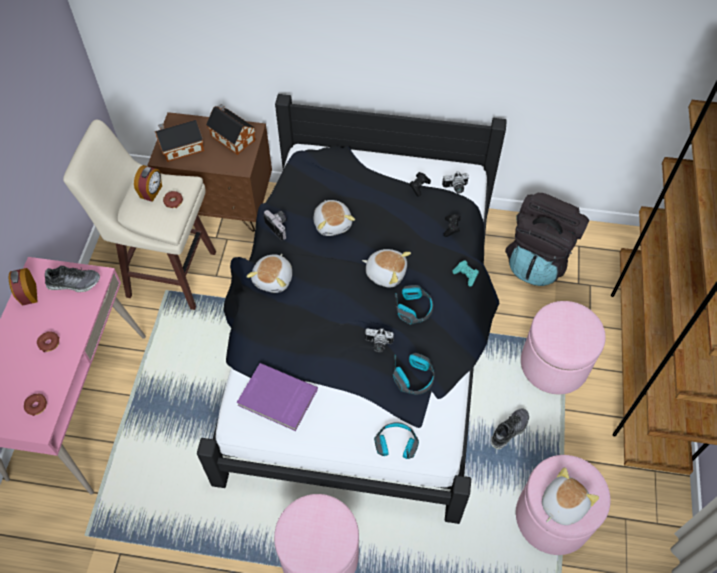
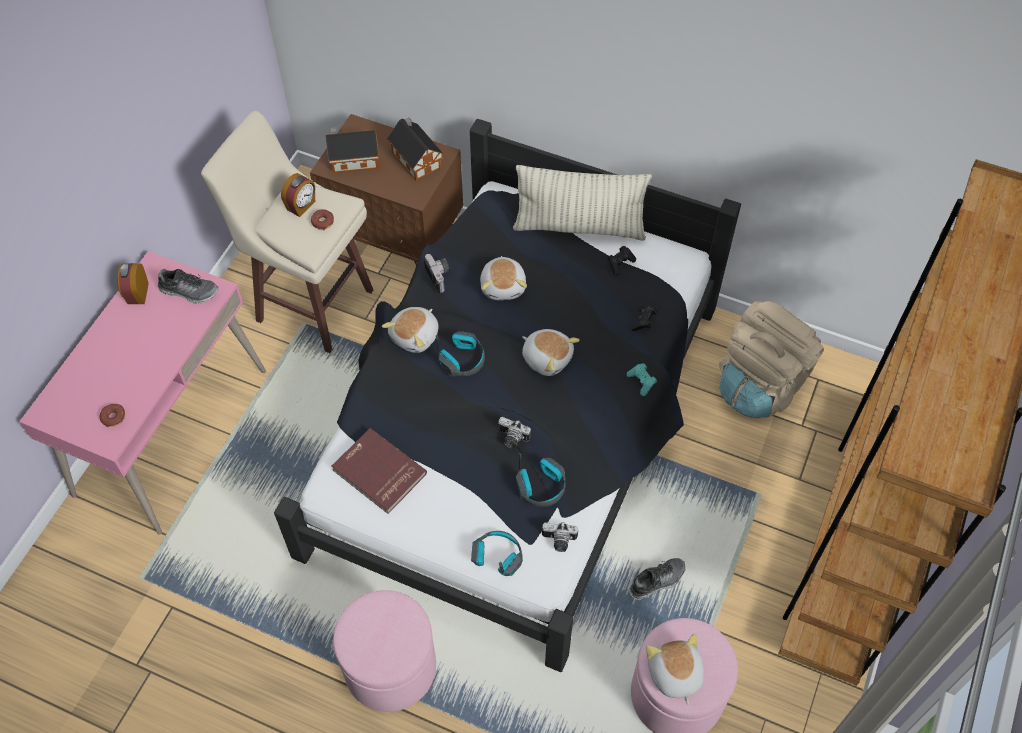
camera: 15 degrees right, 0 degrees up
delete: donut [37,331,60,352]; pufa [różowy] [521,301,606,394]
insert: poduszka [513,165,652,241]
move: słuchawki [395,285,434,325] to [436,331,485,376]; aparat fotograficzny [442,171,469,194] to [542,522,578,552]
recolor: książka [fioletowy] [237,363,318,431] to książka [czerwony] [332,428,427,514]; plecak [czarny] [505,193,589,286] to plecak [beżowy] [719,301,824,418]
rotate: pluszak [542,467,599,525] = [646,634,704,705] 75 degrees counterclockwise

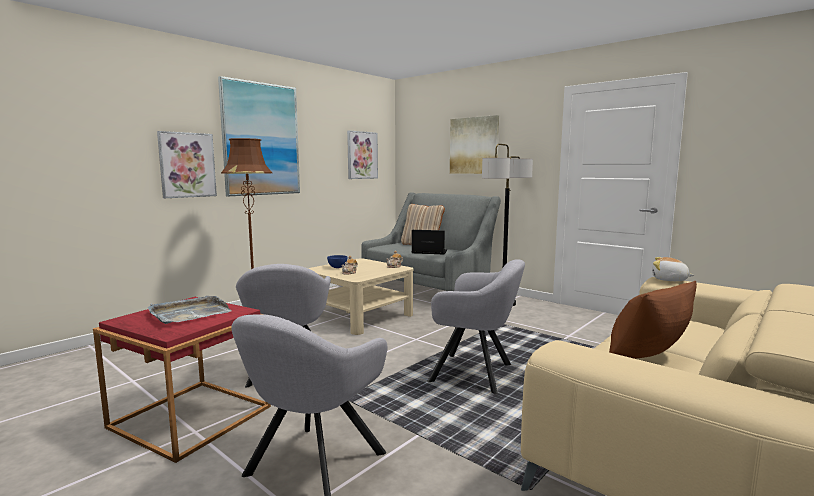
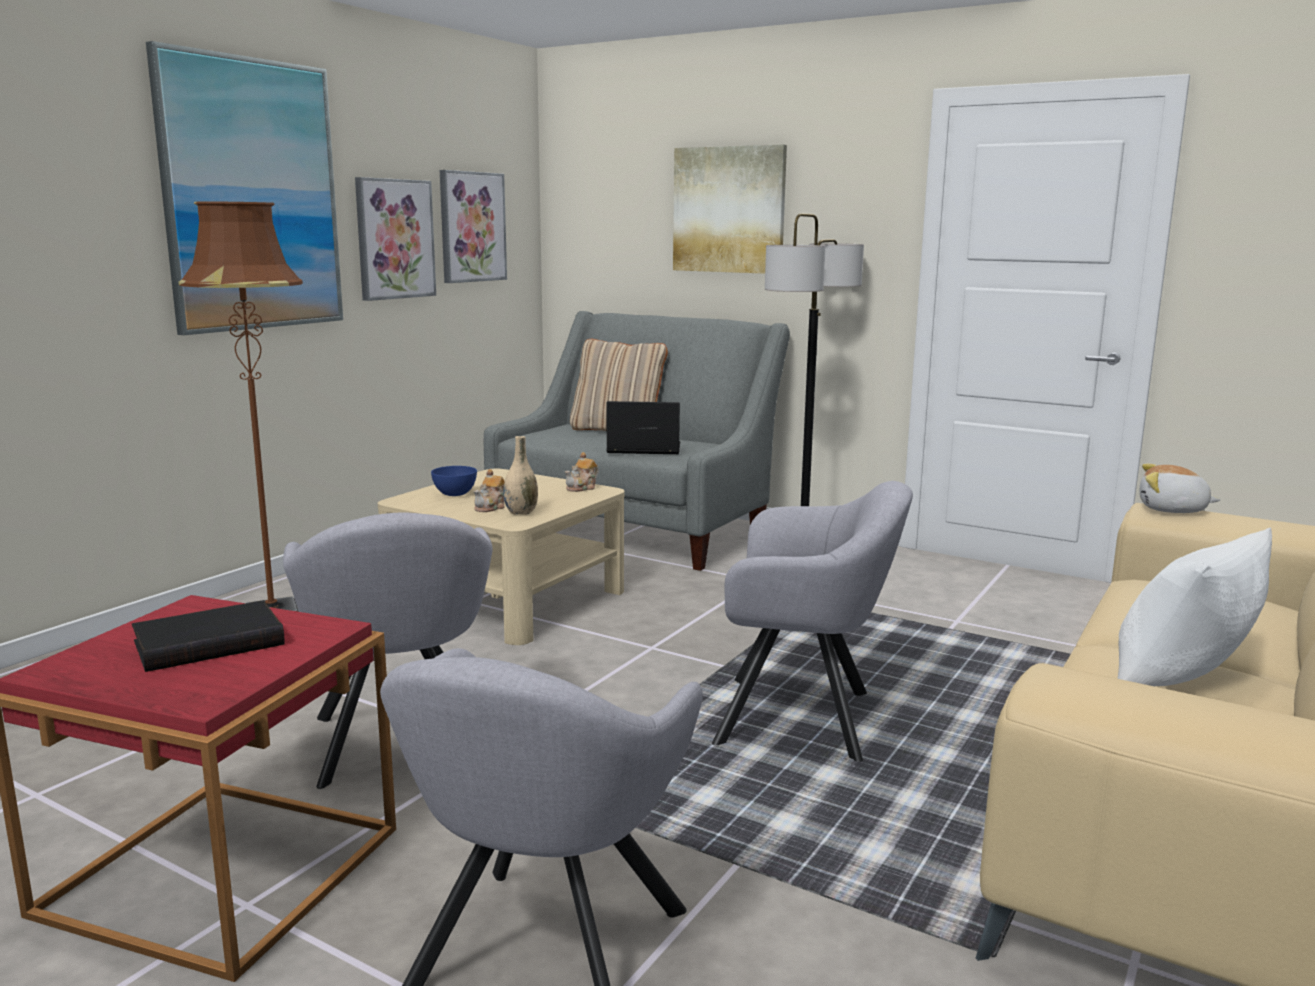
camera: 10 degrees left, 5 degrees up
insert: wazon [beżowy] [503,436,538,515]
move: obraz [157,131,217,198] to [355,177,436,301]
replace: taca [szary] [148,296,232,324] to książka [czarny] [132,600,285,672]
recolor: poduszka [brązowy] [609,281,697,359] to poduszka [biały] [1117,528,1272,686]

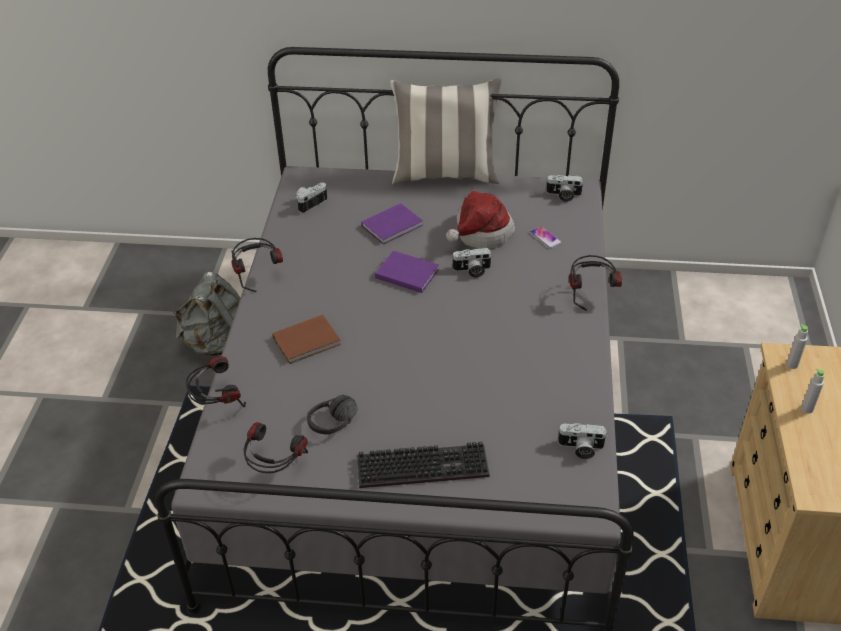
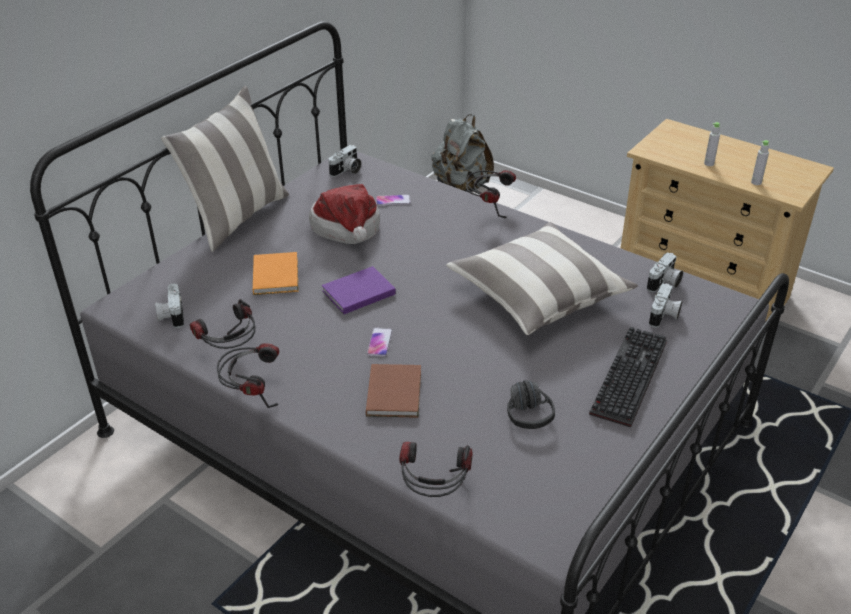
camera: 60 degrees left, 5 degrees down
insert: telefon [367,328,393,357]; poduszka [446,222,638,335]
move: słuchawki [244,422,308,473] to [190,299,255,349]; plecak [szary] [173,272,240,356] to [432,114,494,192]; aparat fotograficzny [451,248,492,278] to [649,283,682,327]; butelka [szary] [786,324,808,369] to [751,140,769,185]
recolor: książka [fioletowy] [361,203,423,245] to książka [pomarańczowy] [253,252,299,295]

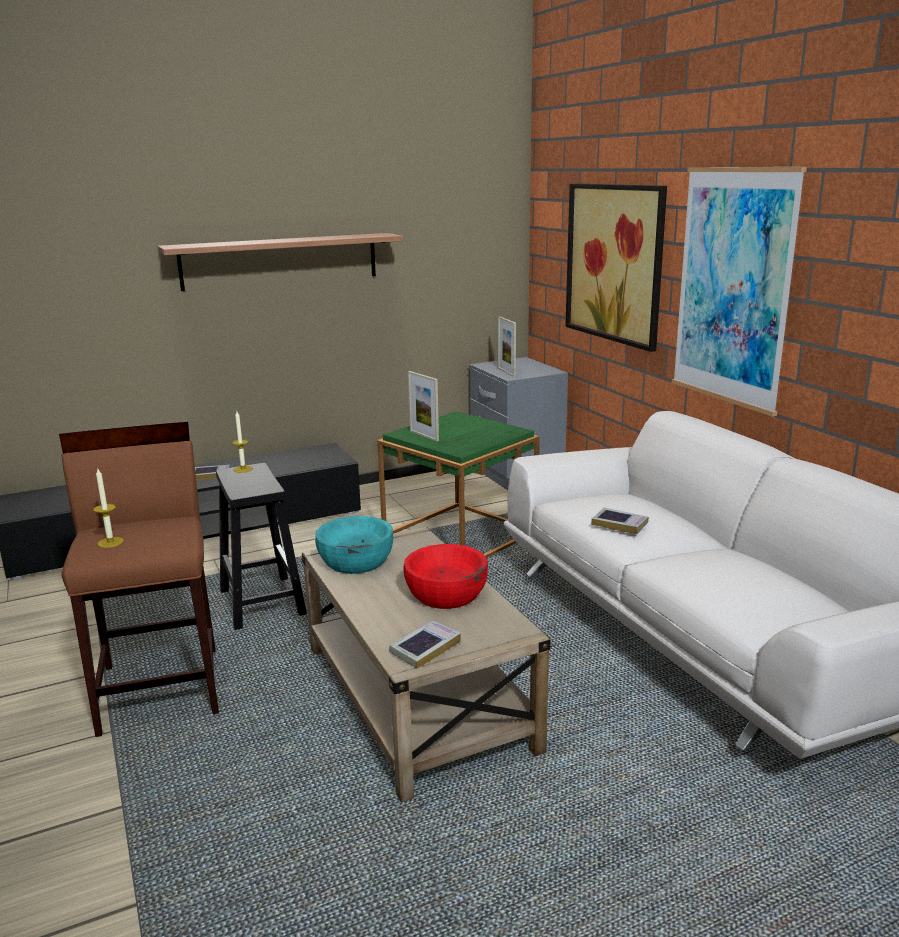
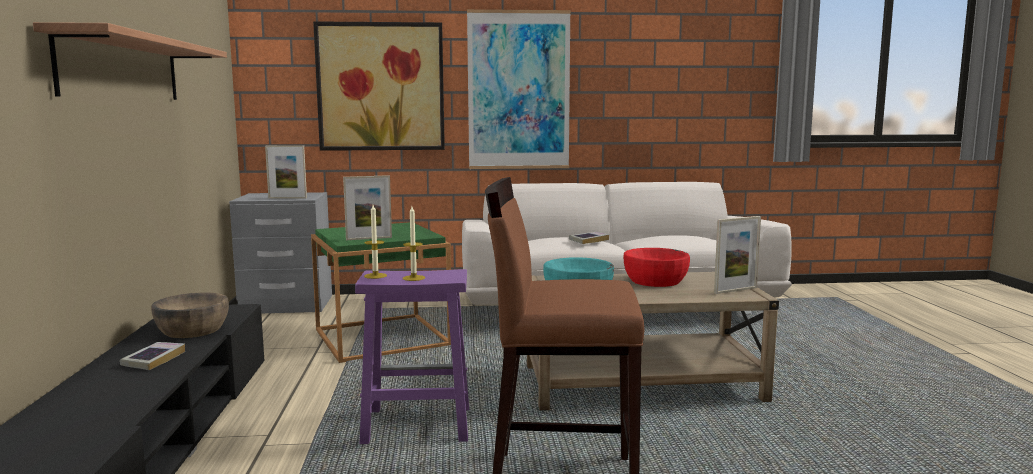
camera: 70 degrees left, 10 degrees down
insert: miska [brązowy] [151,292,229,338]
move: świeca [93,469,124,548] to [403,206,425,281]
replace: książka [389,621,461,669] to ramka na zdjęcie [714,216,761,294]
recolor: stołek [czarny] [216,463,307,630] to stołek [fioletowy] [355,269,469,444]

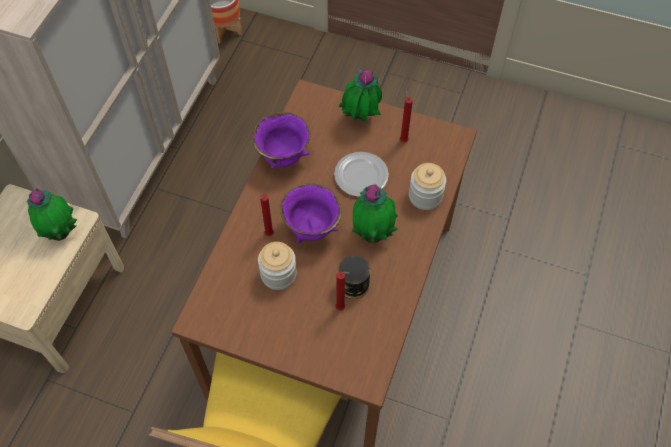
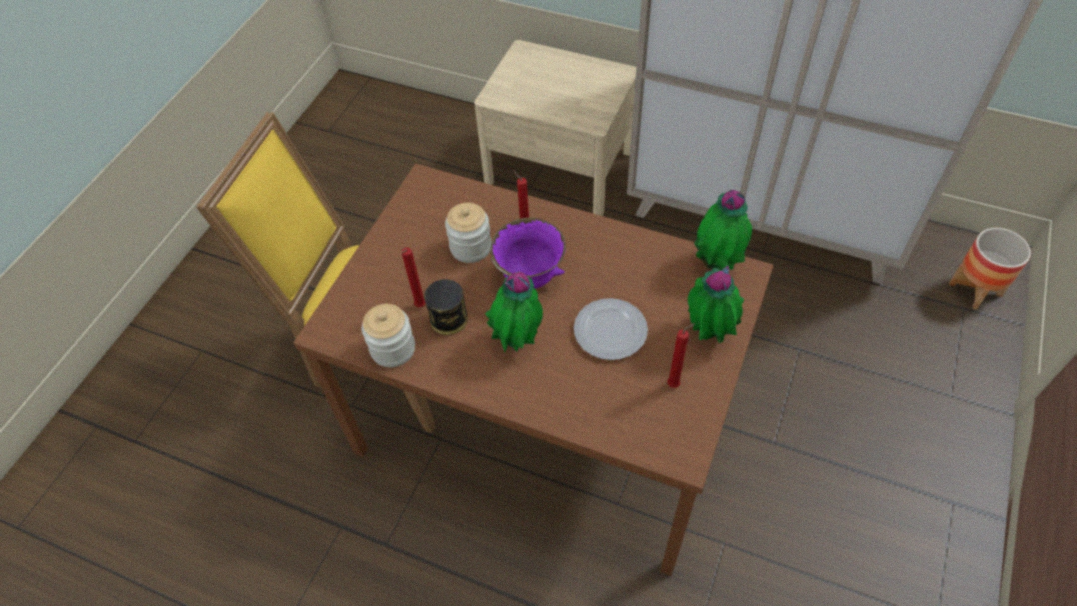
camera: 95 degrees right, 5 degrees down
delete: miska [fioletowy] [253,112,310,170]
move: słoik [409,163,446,210] to [362,304,415,367]; roślina doniczkowa [26,189,78,241] to [694,190,752,271]

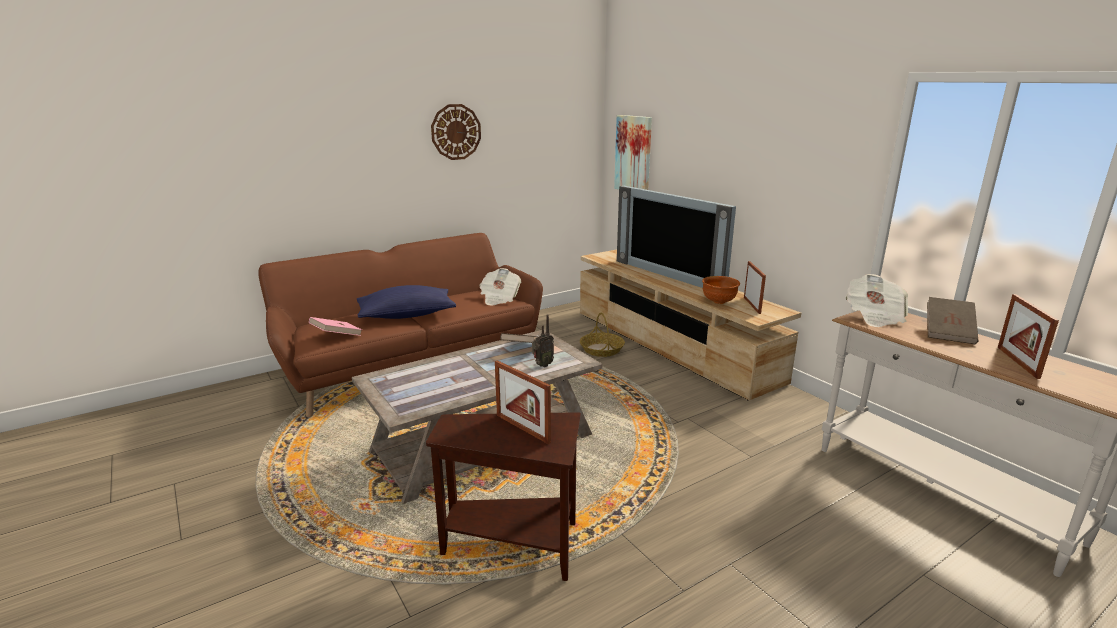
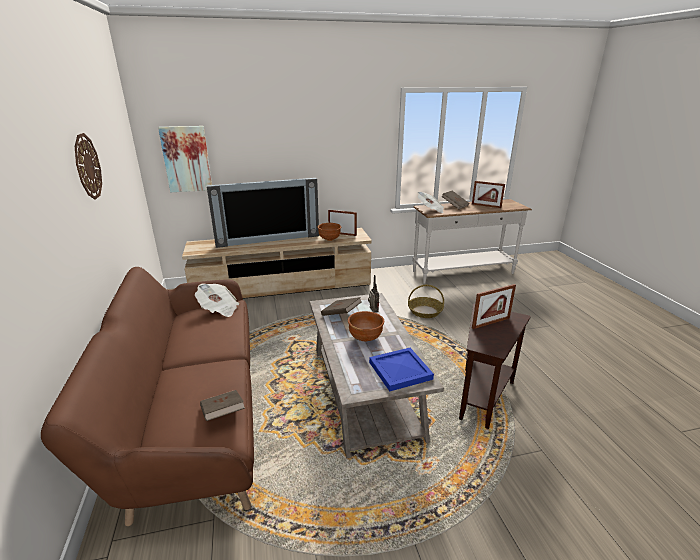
camera: 70 degrees left, 5 degrees up
delete: poduszka [niebieski] [357,285,456,319]
insert: miska [brązowy] [348,311,384,341]; taca [niebieski] [369,348,434,391]
move: koszyk [580,313,625,357] to [408,285,444,318]
recolor: książka [różowy] [309,317,362,336] to książka [brązowy] [200,390,245,421]

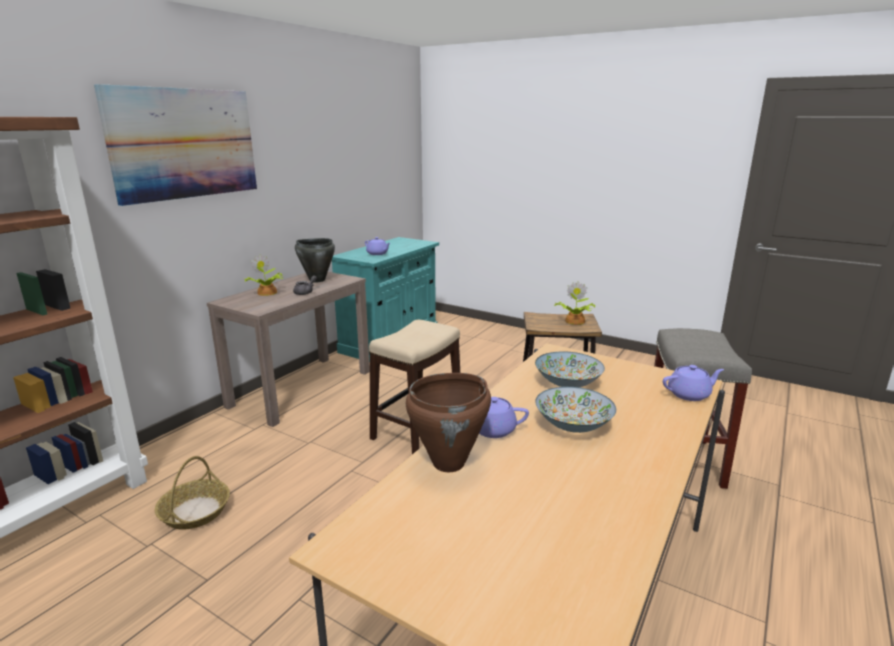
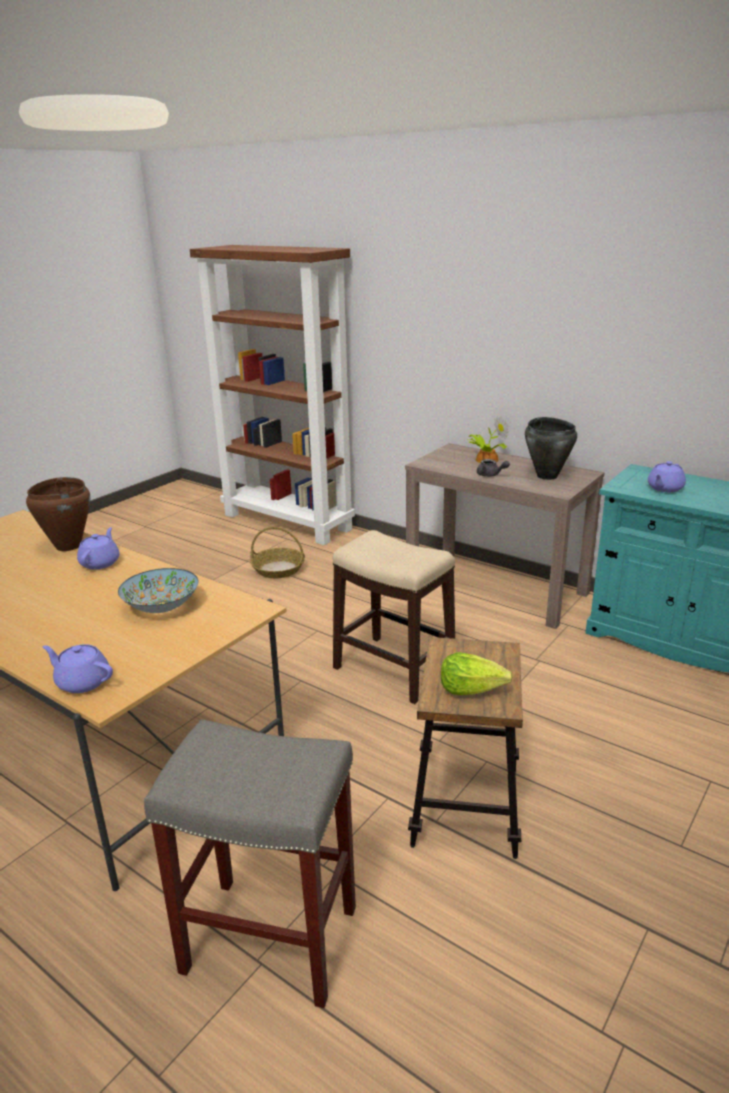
camera: 95 degrees right, 5 degrees up
delete: obraz [94,84,257,206]; miska [535,387,616,433]
replace: roślina doniczkowa [554,281,595,325] to sałata [441,652,513,695]
rotate: imbryk [fioletowy] [663,365,724,401] = [42,644,113,693] 120 degrees clockwise

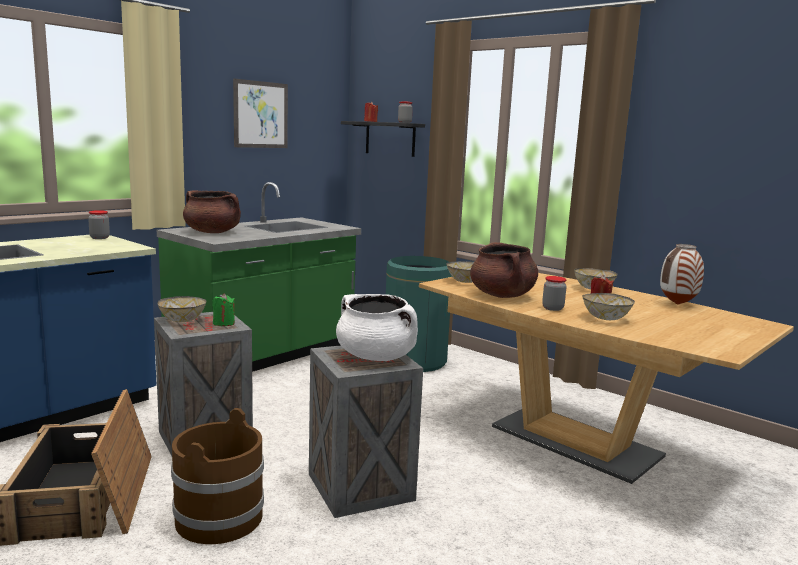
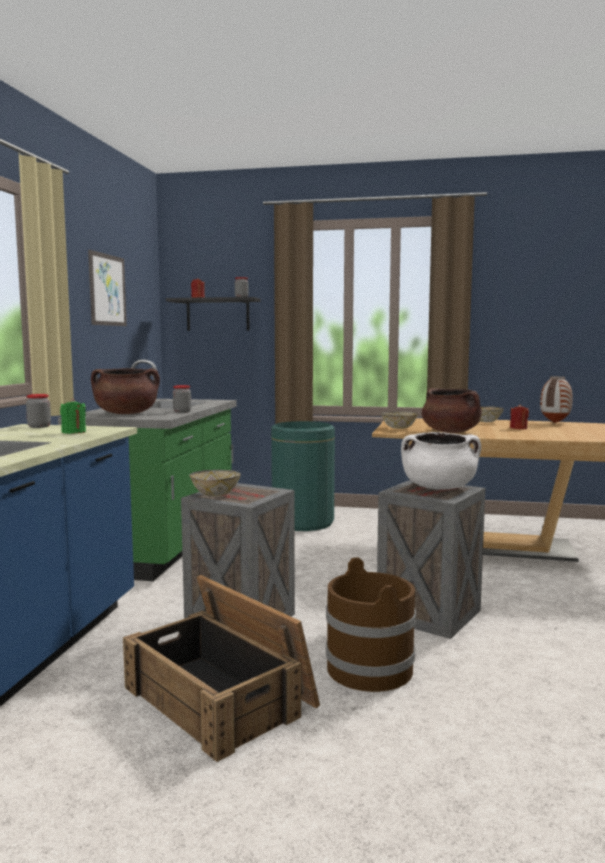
camera: 30 degrees left, 5 degrees down
delete: miska [582,293,635,320]
move: świeca [zielony] [212,293,235,326] to [60,398,86,434]; słoik [542,276,567,311] to [173,385,191,413]

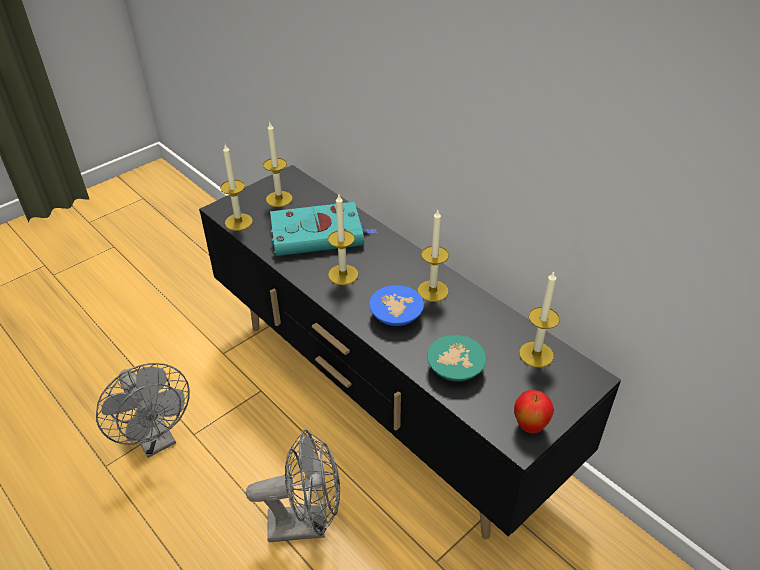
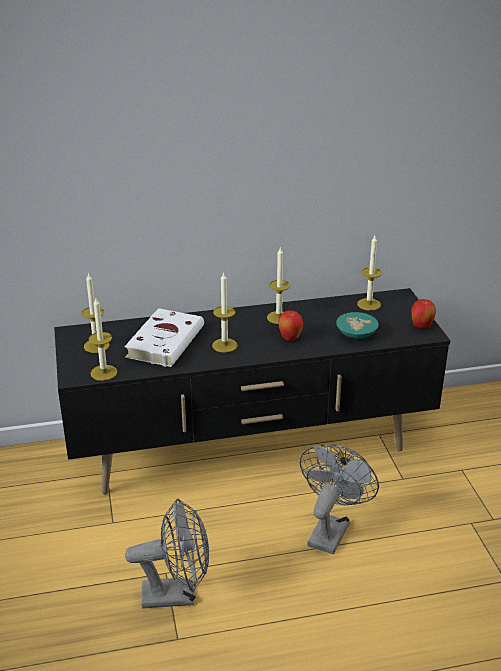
camera: 60 degrees left, 10 degrees down
replace: miska [niebieski] [369,285,424,326] to jabłko [278,310,303,341]
recolor: książka [turkusowy] [270,202,378,256] to książka [biały] [125,308,204,367]

